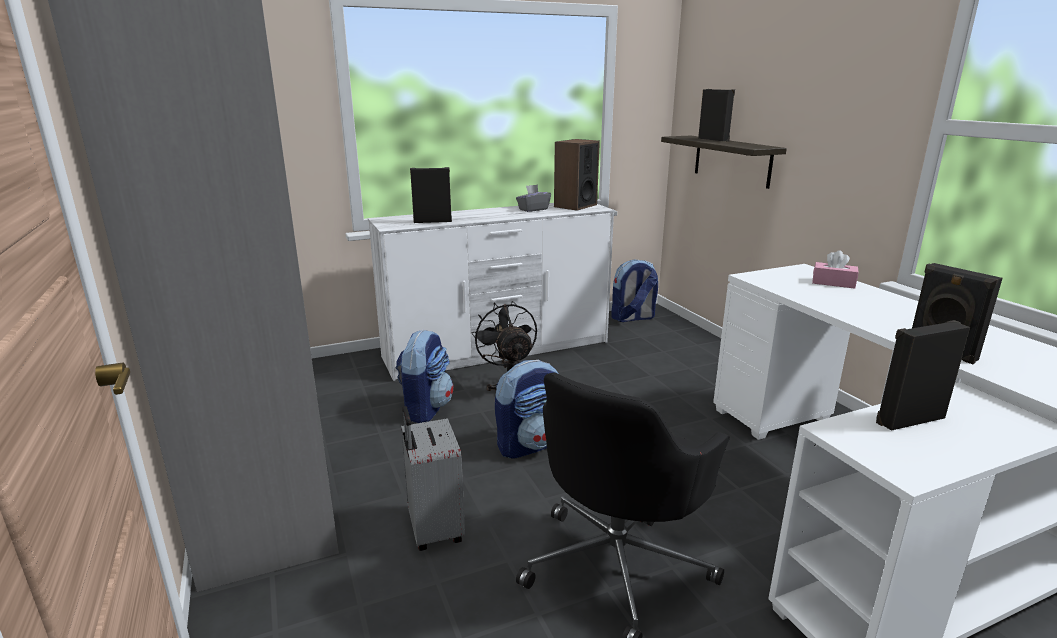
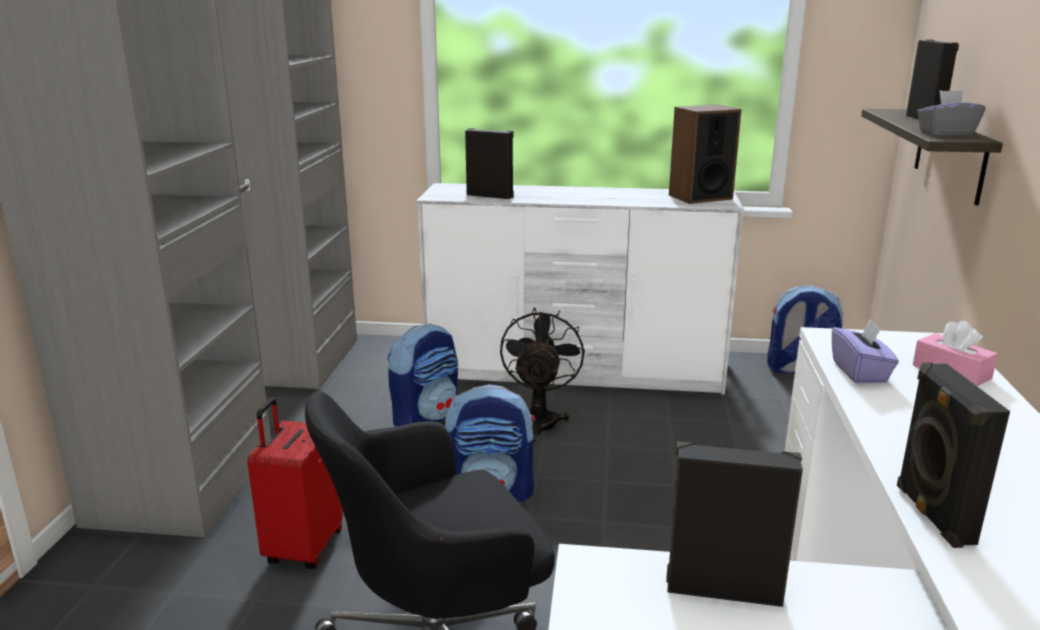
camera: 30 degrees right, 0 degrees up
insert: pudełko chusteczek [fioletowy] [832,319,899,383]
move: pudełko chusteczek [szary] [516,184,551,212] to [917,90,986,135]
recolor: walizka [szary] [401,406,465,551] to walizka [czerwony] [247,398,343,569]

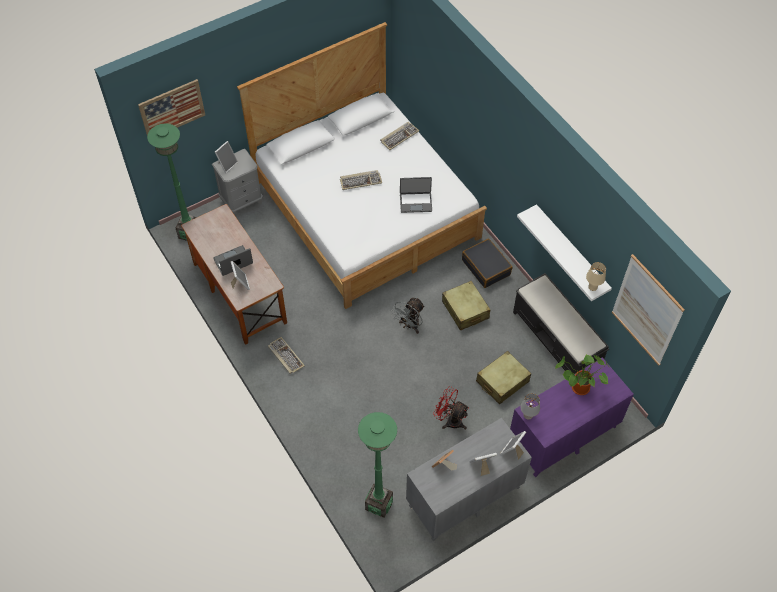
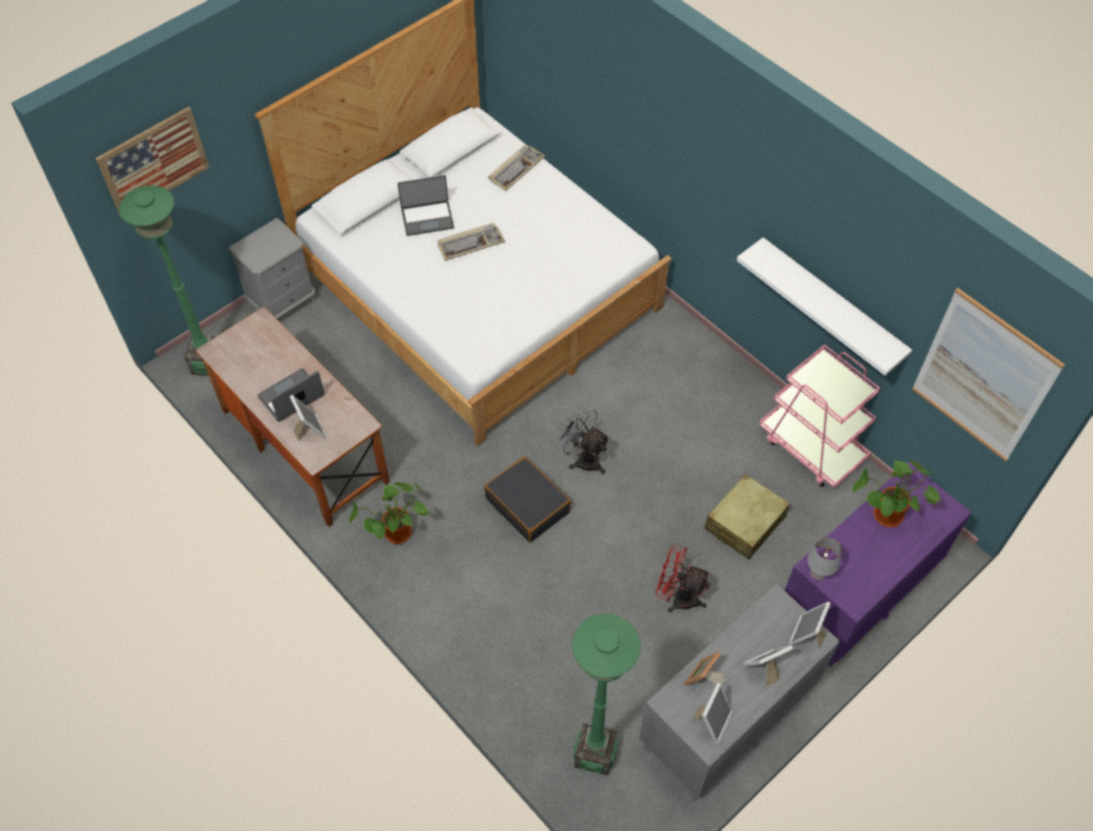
camera: 10 degrees left, 0 degrees up
delete: walizka [beżowy] [442,281,490,330]; lampa stołowa [beżowy] [586,262,606,291]
move: laptop [400,177,432,213] to [397,175,454,236]; walizka [czarny] [462,238,512,288] to [484,456,571,543]; ramka na zdjęcie [215,141,238,173] to [693,683,733,743]
replace: klawiatura [268,337,305,374] to roślina doniczkowa [349,482,430,544]; ławka [czarny] [513,273,609,374] to wózek [różowy] [759,344,880,488]
rotate: wentylator [szary] [392,298,425,334] = [555,404,610,474] 105 degrees clockwise

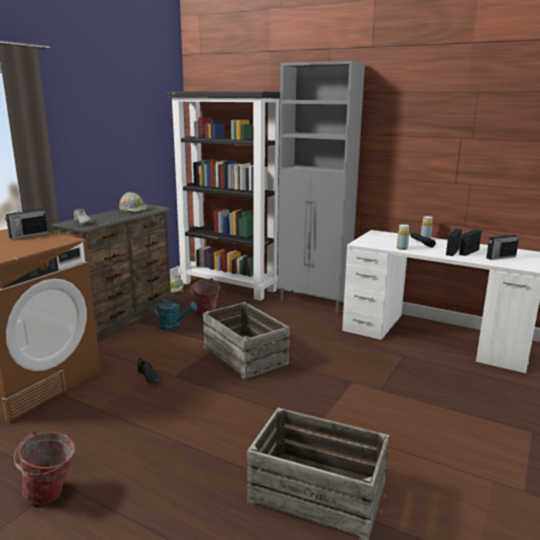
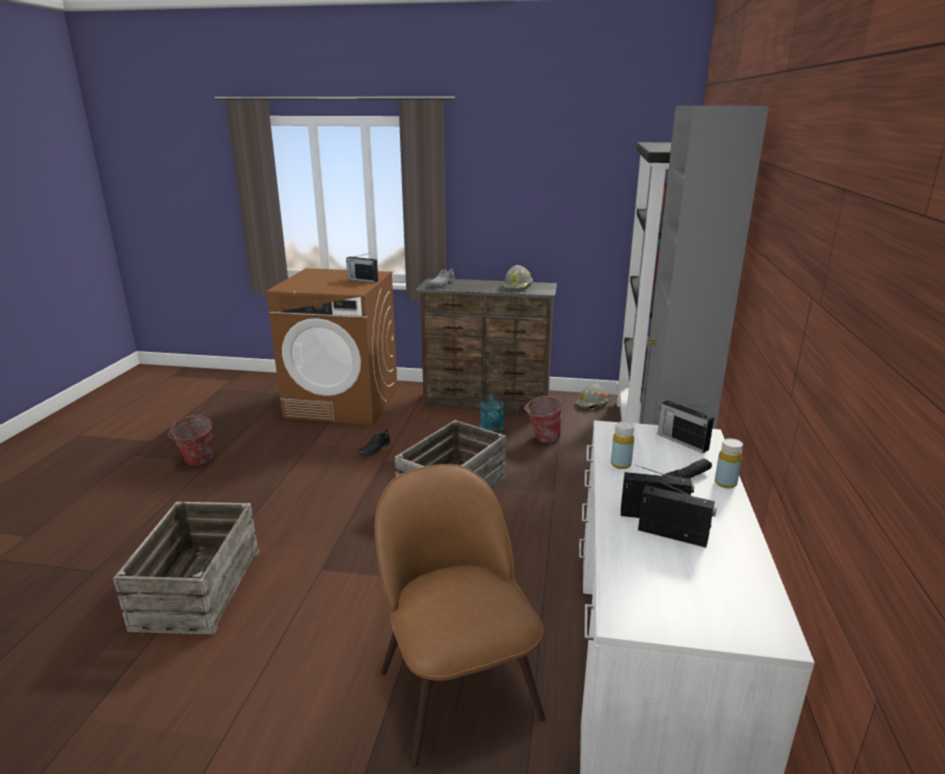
camera: 70 degrees right, 5 degrees up
insert: krzesło [brązowy] [375,464,546,767]
move: radio [486,231,519,260] to [657,400,714,453]

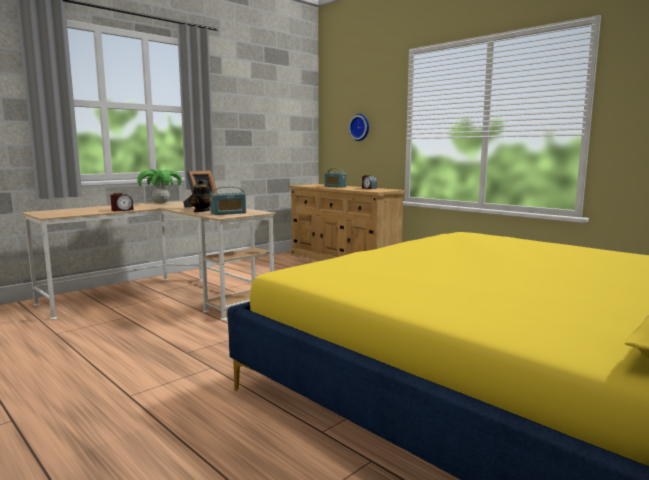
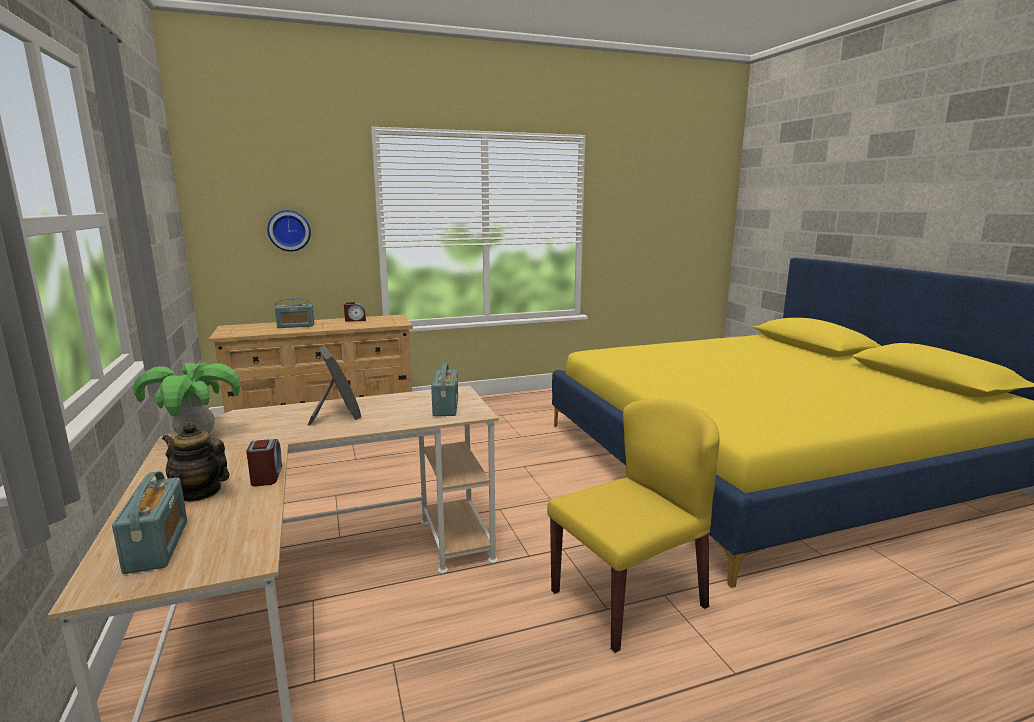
camera: 65 degrees left, 5 degrees up
insert: radio [112,471,187,574]; krzesło [żółty] [547,400,720,653]
move: imbryk [189,179,210,212] to [162,422,230,502]

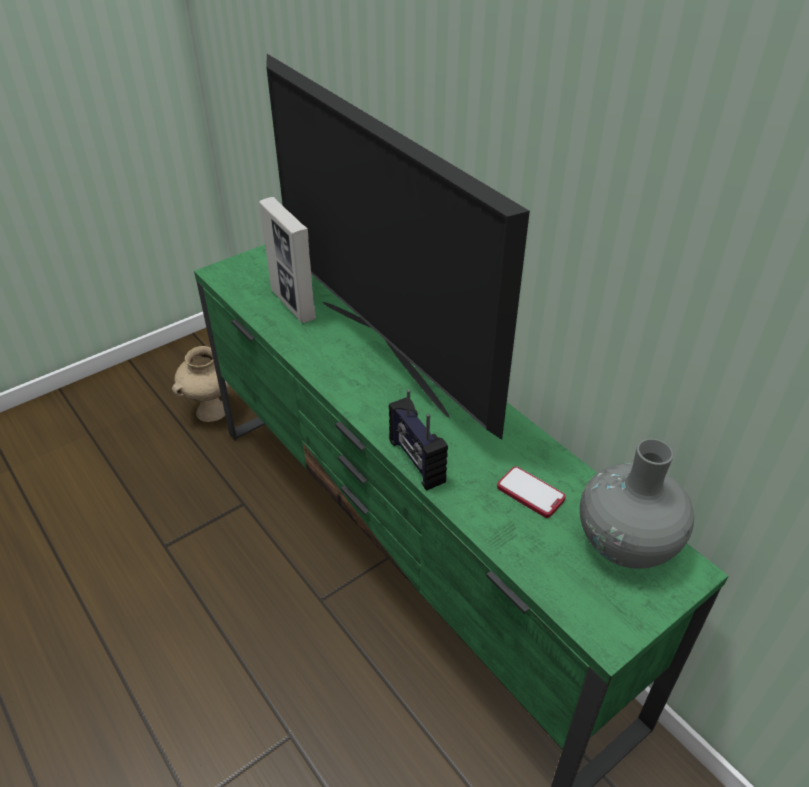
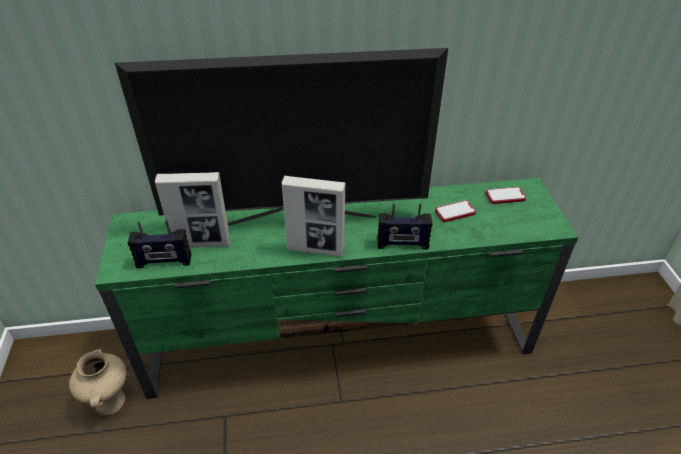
camera: 60 degrees left, 0 degrees up
insert: radio [128,219,191,268]; ramka na zdjęcie [282,176,346,257]
replace: wazon [szary] [580,439,694,569] to telefon [486,187,526,204]

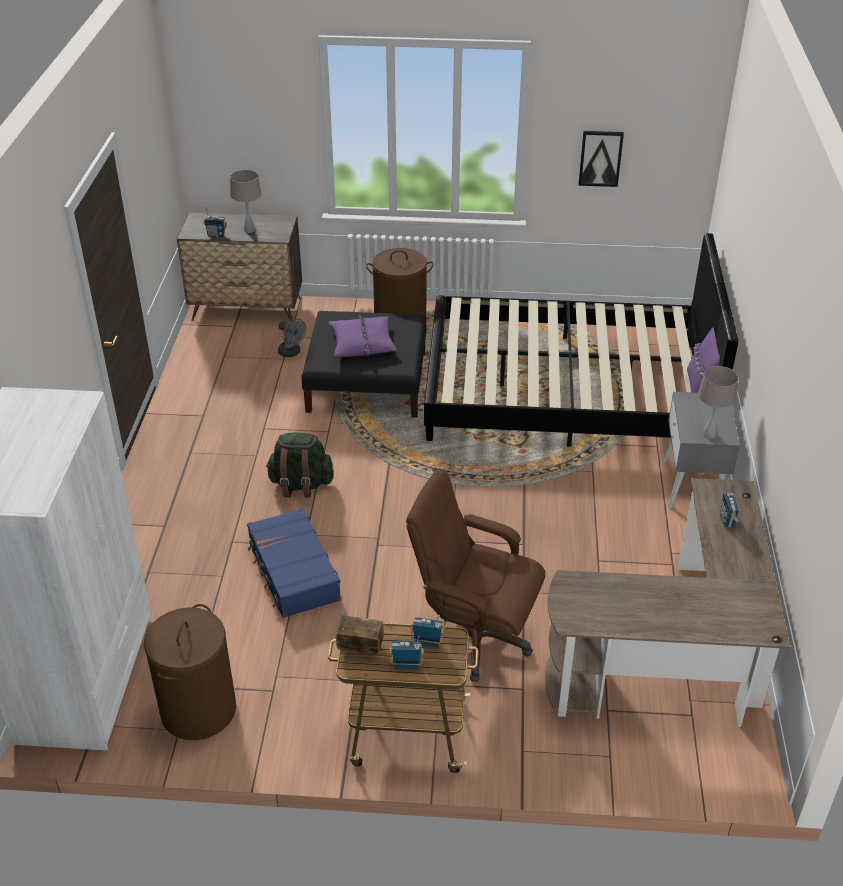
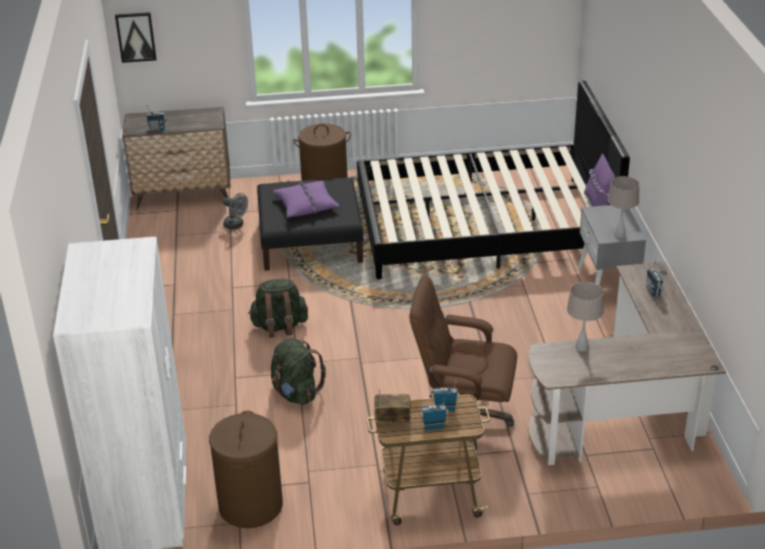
camera: 10 degrees left, 5 degrees down
move: obraz [579,131,624,187] to [115,12,157,63]; lampa stołowa [beżowy] [230,170,262,233] to [567,282,604,352]
replace: walizka [niebieski] [247,508,341,618] to plecak [zielony] [271,338,326,405]

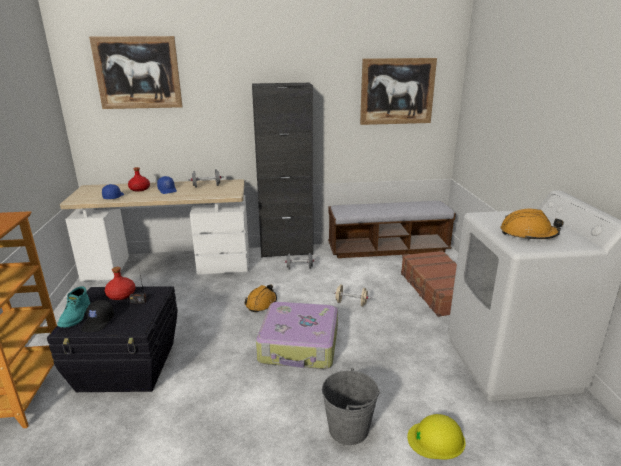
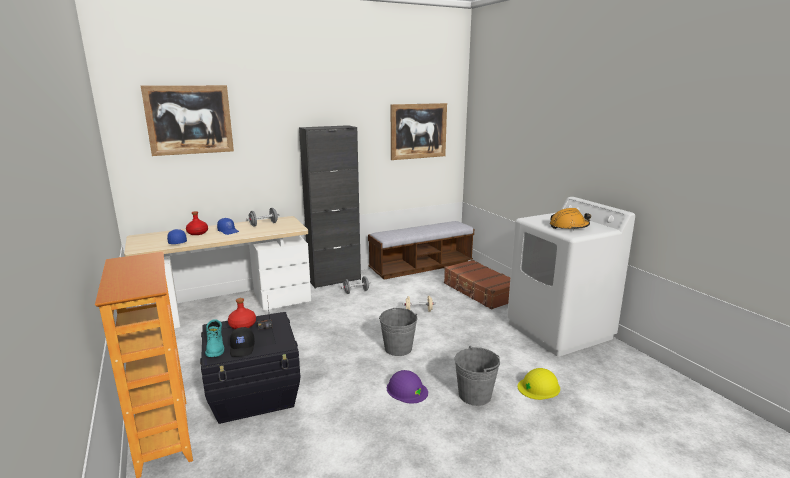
camera: 20 degrees left, 5 degrees down
delete: kask [pomarańczowy] [245,284,277,313]
insert: kask [fioletowy] [387,370,428,404]
replace: walizka [256,302,338,369] to wiadro [szary] [379,308,417,356]

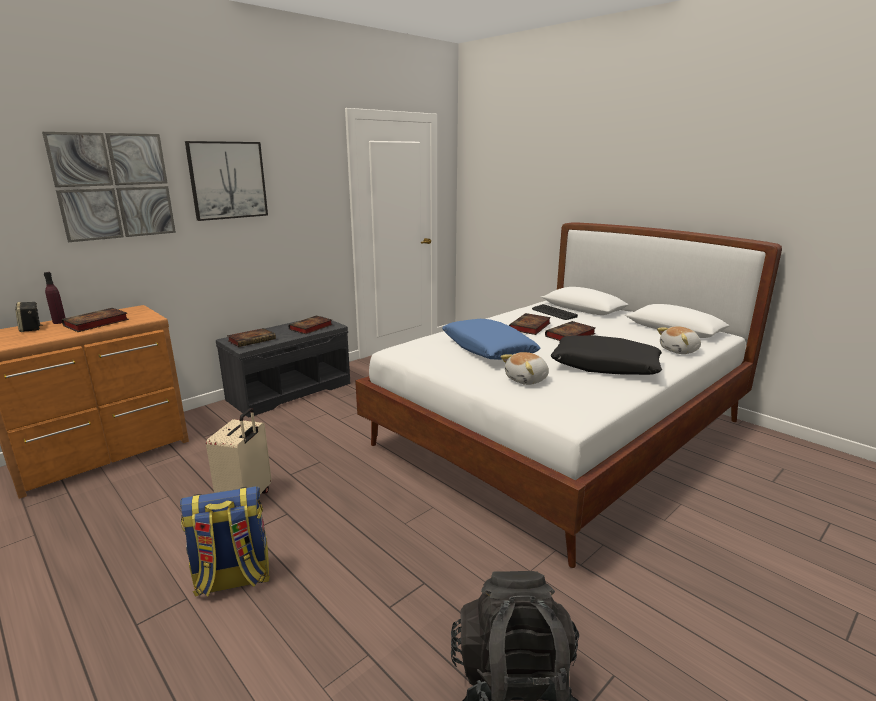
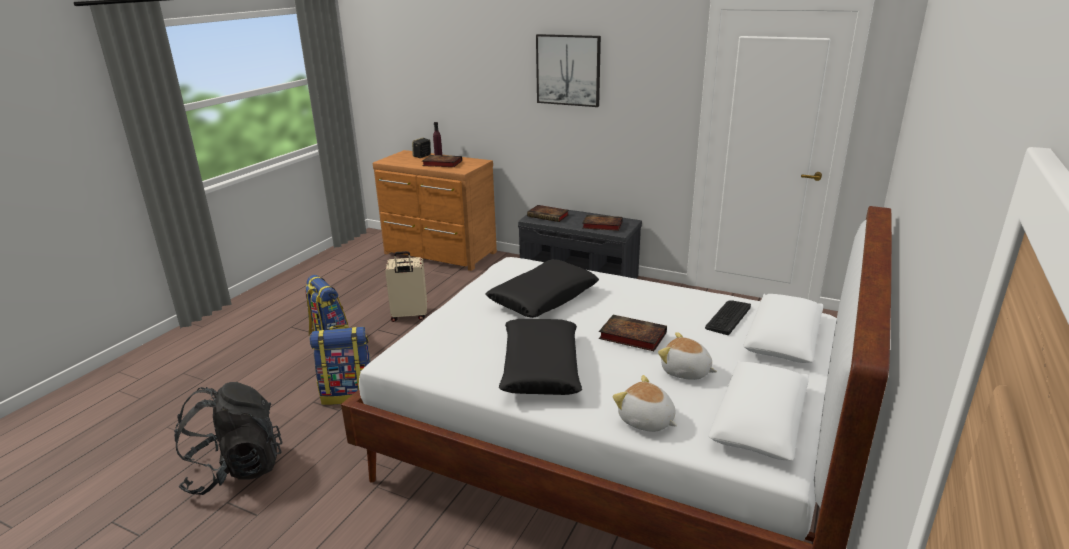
camera: 70 degrees right, 5 degrees up
delete: obraz [42,132,176,242]; książka [509,313,551,335]
insert: plecak [310,325,371,405]
move: pluszak [501,352,549,385] to [658,332,717,380]
recolor: poduszka [niebieski] [442,319,541,360] to poduszka [czarny] [486,259,599,318]

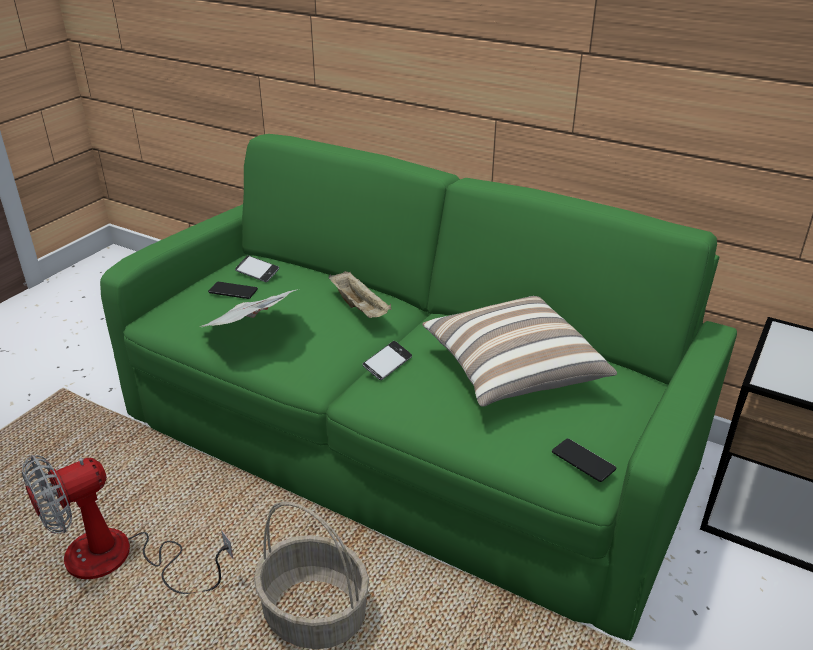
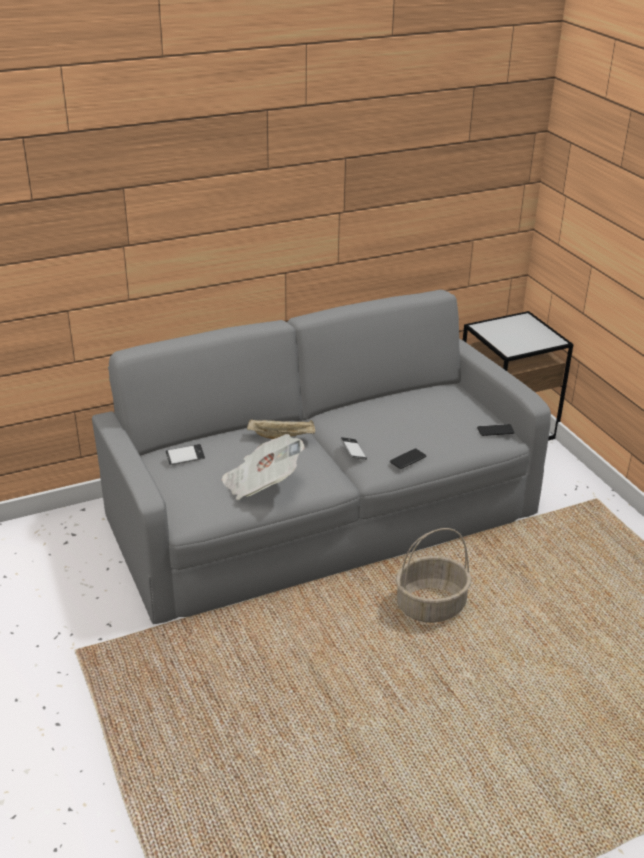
camera: 55 degrees left, 0 degrees up
delete: wentylator [22,455,233,594]; poduszka [422,296,617,407]
move: telefon [208,282,258,299] to [390,448,426,469]
recolor: kanapa [zielony] [100,134,737,641] to kanapa [szary] [92,290,551,624]

